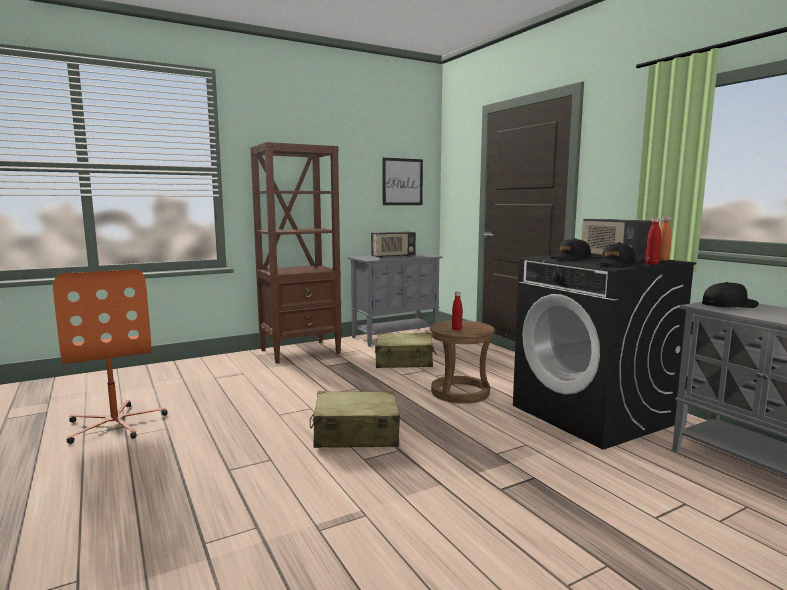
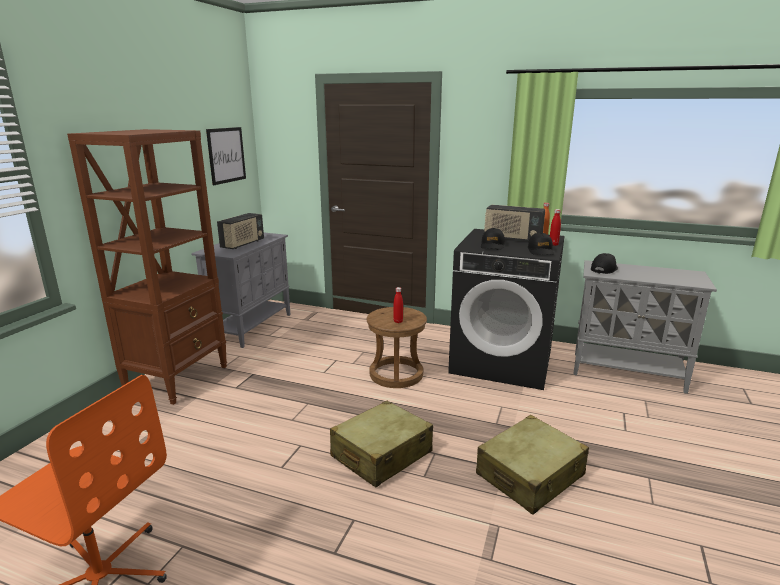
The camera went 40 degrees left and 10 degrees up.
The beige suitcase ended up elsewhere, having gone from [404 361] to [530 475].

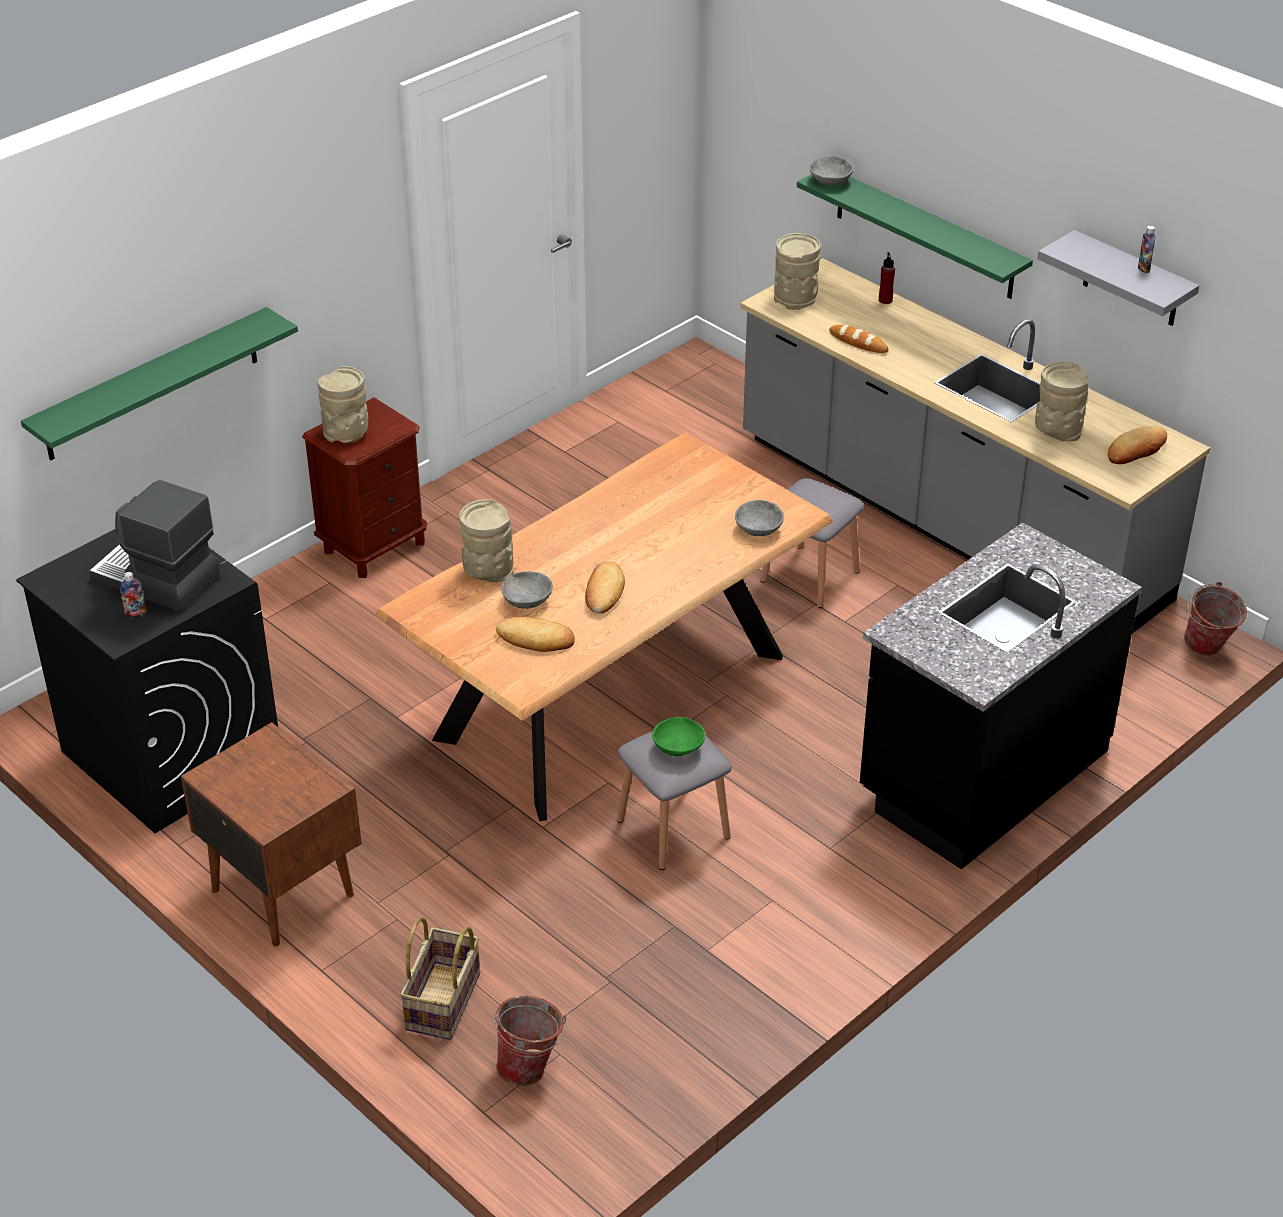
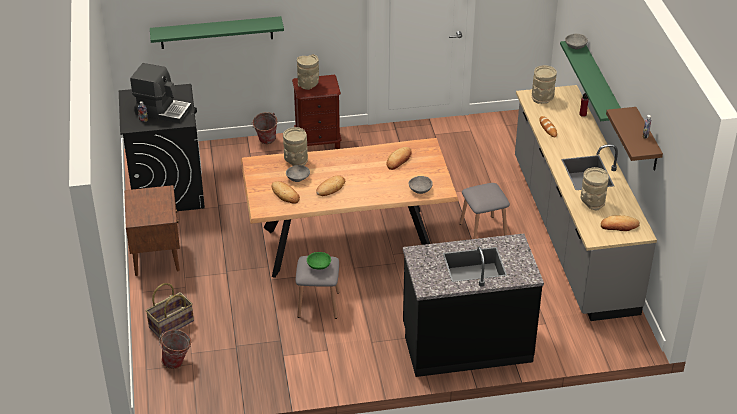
The camera went 35 degrees right and 0 degrees up.
What was the grey shelf at [1131 280] turned into the brown shelf at [647 141].
The coffee machine at [156 579] ended up facing another way, 135 degrees clockwise from before.
The bucket ended up elsewhere, having gone from [1207 650] to [265 141].
The second view gained the bread at [399 160].

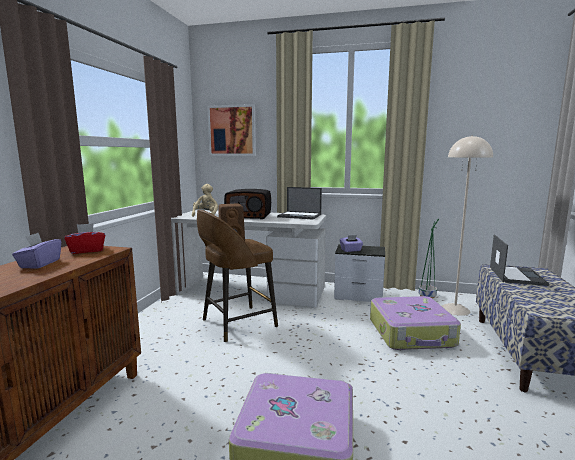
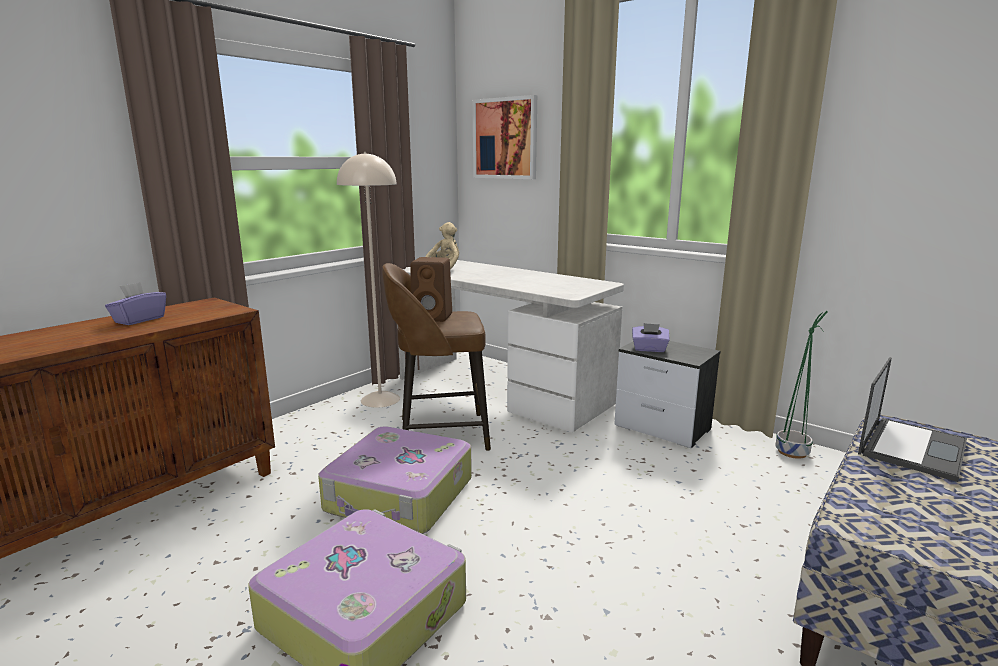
The camera went 25 degrees right and 5 degrees up.
The beige floor lamp ended up elsewhere, having gone from [454 309] to [380 399].
The second view lost the laptop at [300 216].
The second view lost the radio at [249 216].
The second view lost the red tissue box at [87 250].
The suitcase ended up elsewhere, having gone from [412 333] to [400 496].

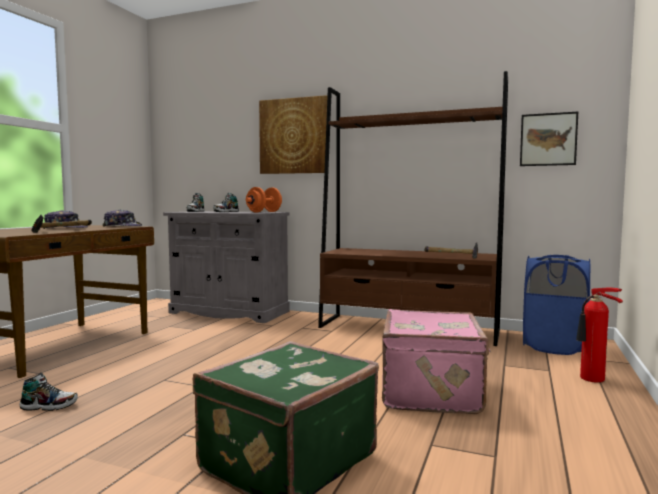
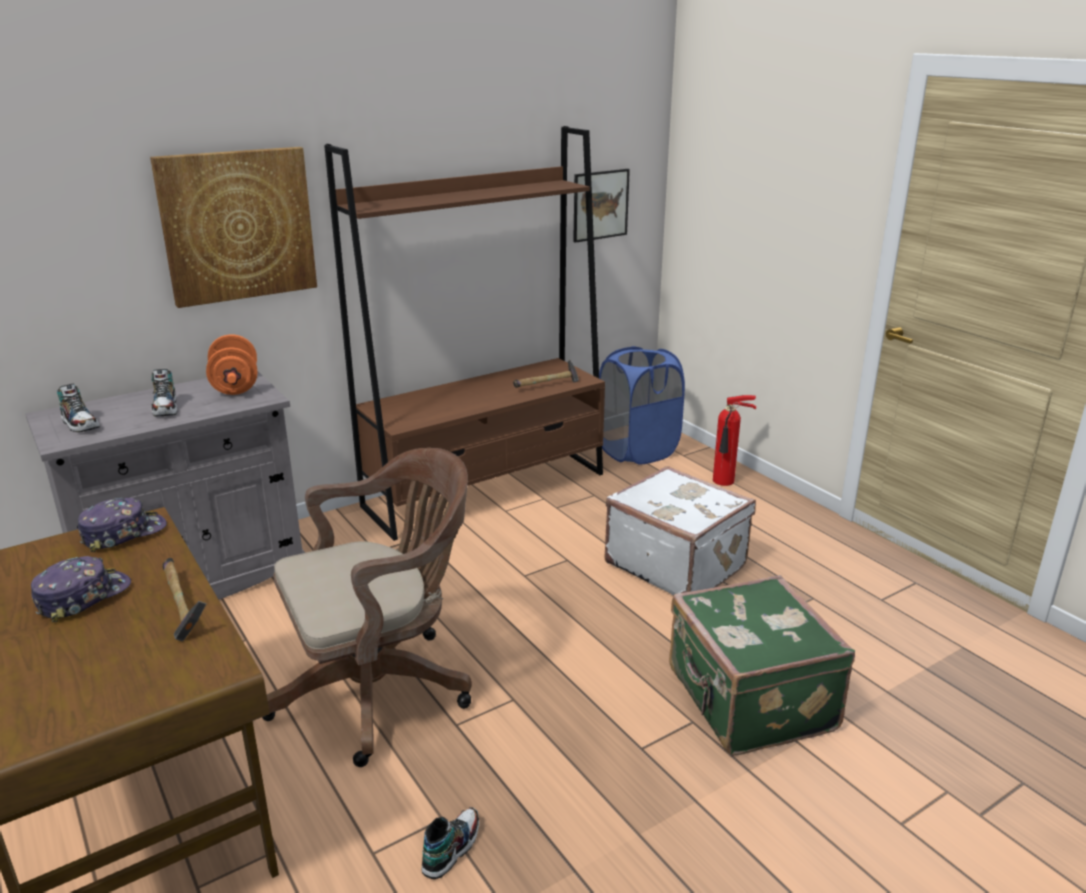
The camera went 55 degrees left and 20 degrees up.
What was the pink suitcase at [433 391] turned into the white suitcase at [676 564].
The second view gained the brown office chair at [381 688].

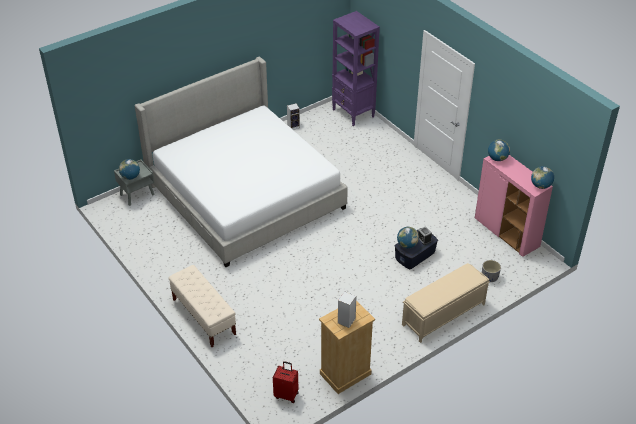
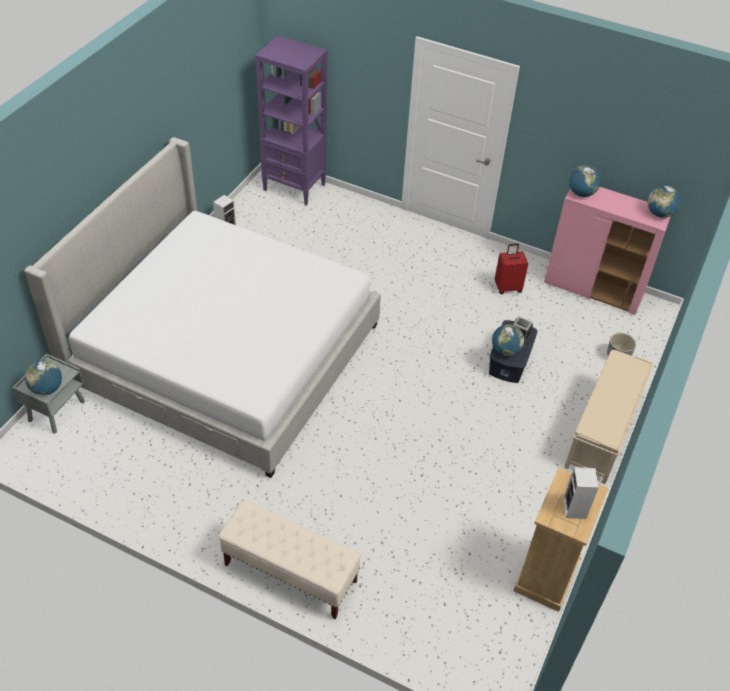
The camera went 30 degrees left and 5 degrees up.
The red suitcase ended up elsewhere, having gone from [286 395] to [507 287].

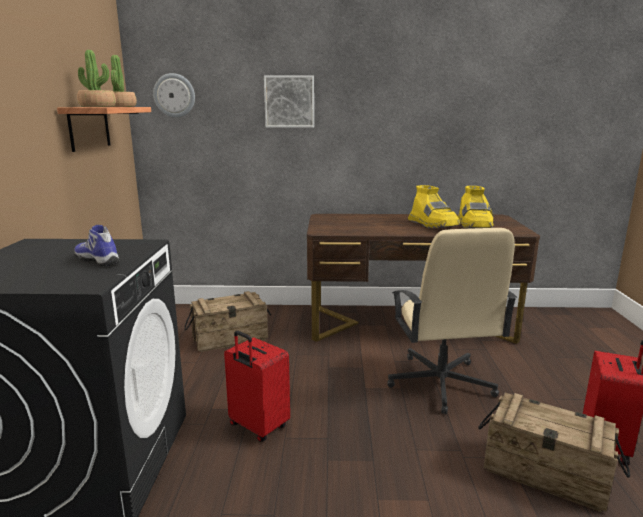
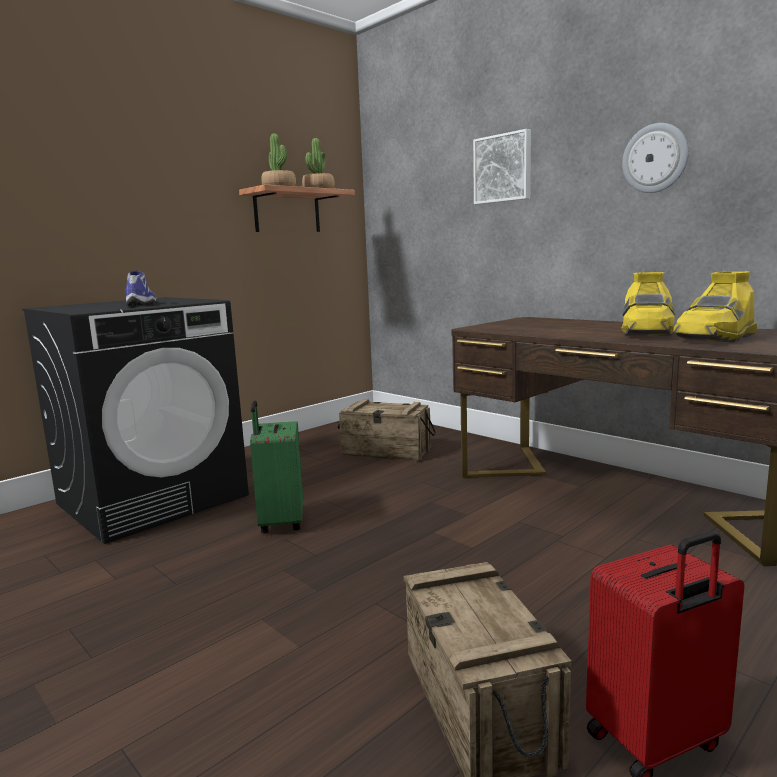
The camera went 45 degrees right and 5 degrees down.
The wall clock ended up elsewhere, having gone from [174 95] to [655 158].
The second view lost the beige office chair at [440 384].
What was the red suitcase at [257 427] turned into the green suitcase at [280 522].

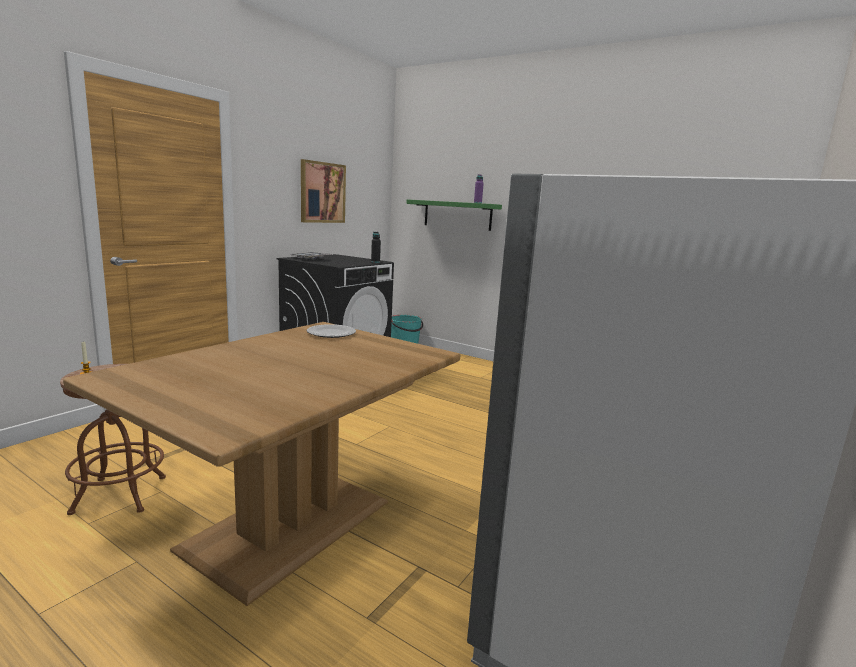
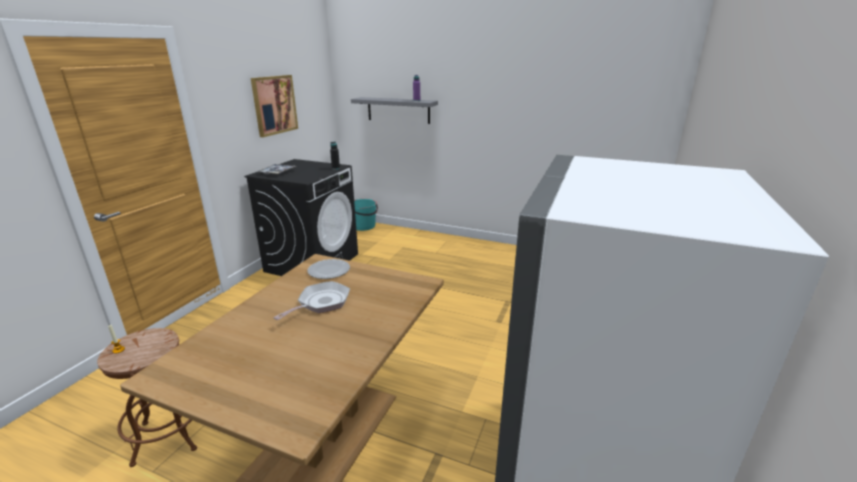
The camera went 10 degrees left and 10 degrees up.
What was the green shelf at [457 215] turned into the grey shelf at [398 110].
The second view gained the frying pan at [321 303].

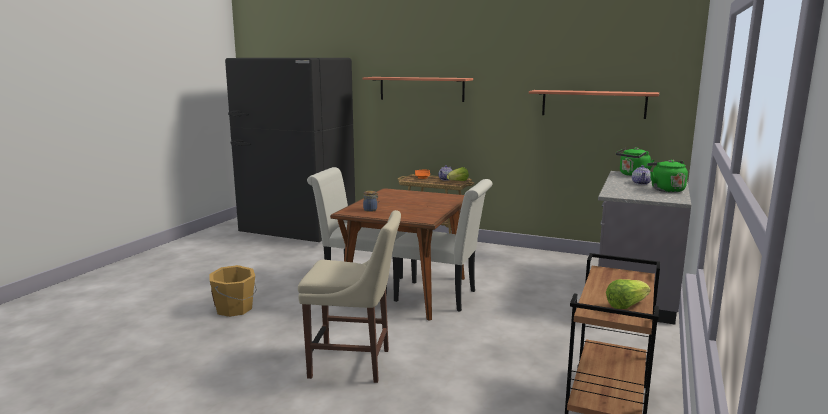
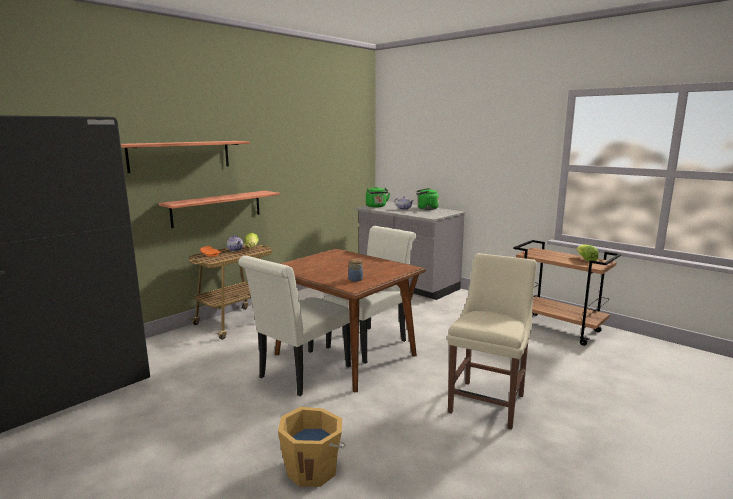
The camera went 70 degrees left and 0 degrees up.
The shelf ended up elsewhere, having gone from [593 104] to [217 208].

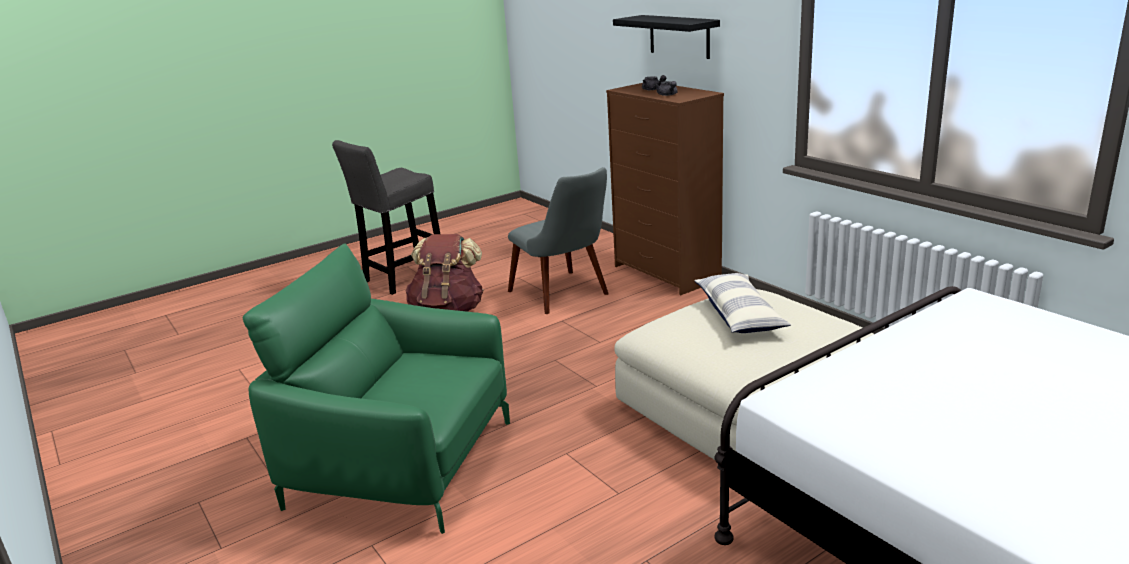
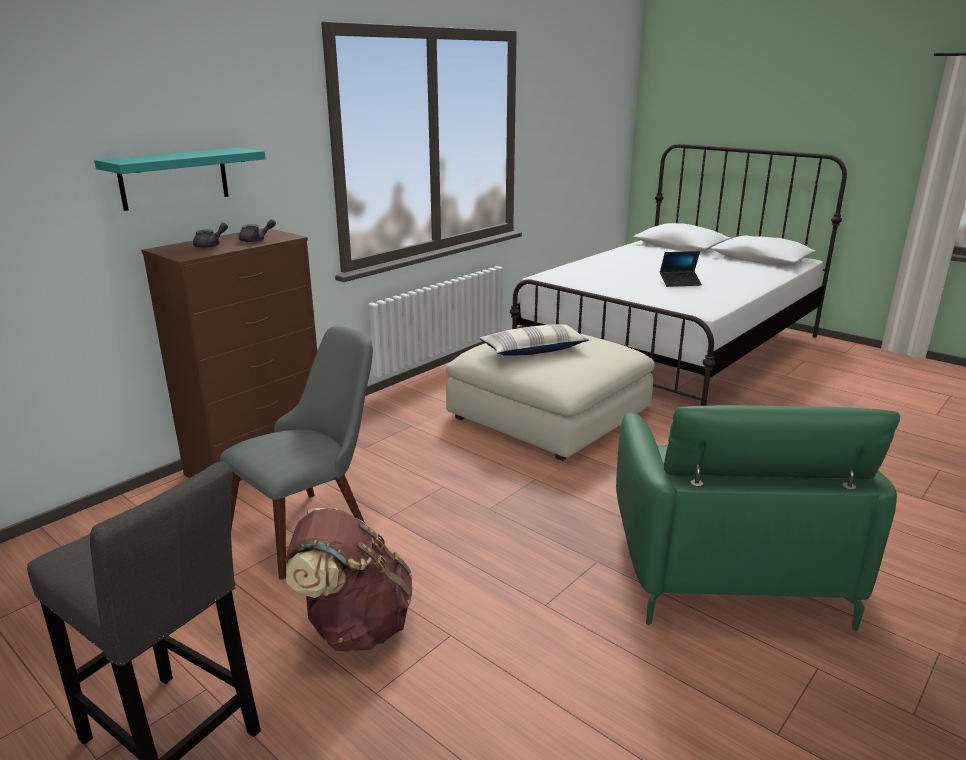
The camera went 105 degrees left and 0 degrees up.
What was the black shelf at [679 36] turned into the turquoise shelf at [174 178].
The second view gained the laptop at [680 283].

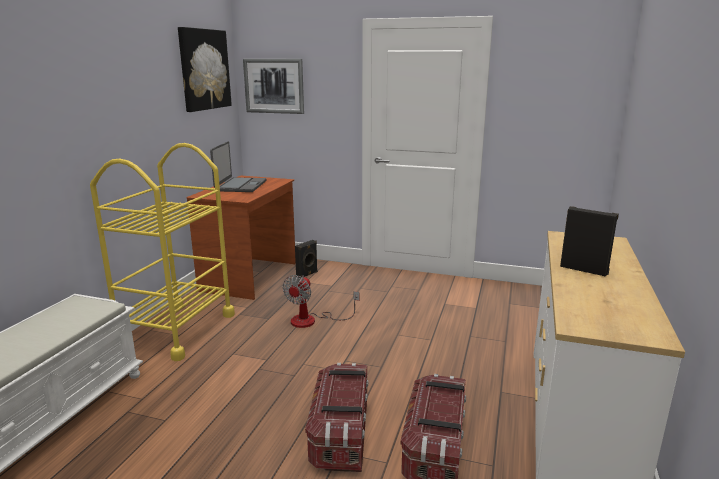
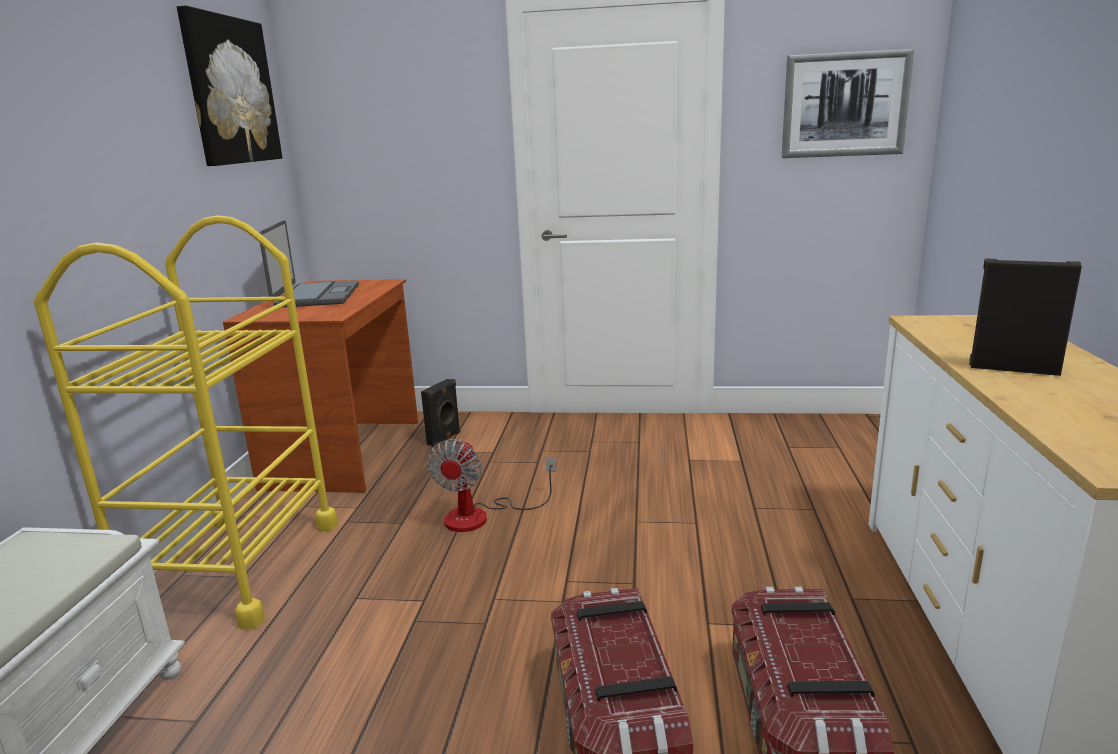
The camera went 10 degrees left and 0 degrees up.
The picture ended up elsewhere, having gone from [274 86] to [844 105].

